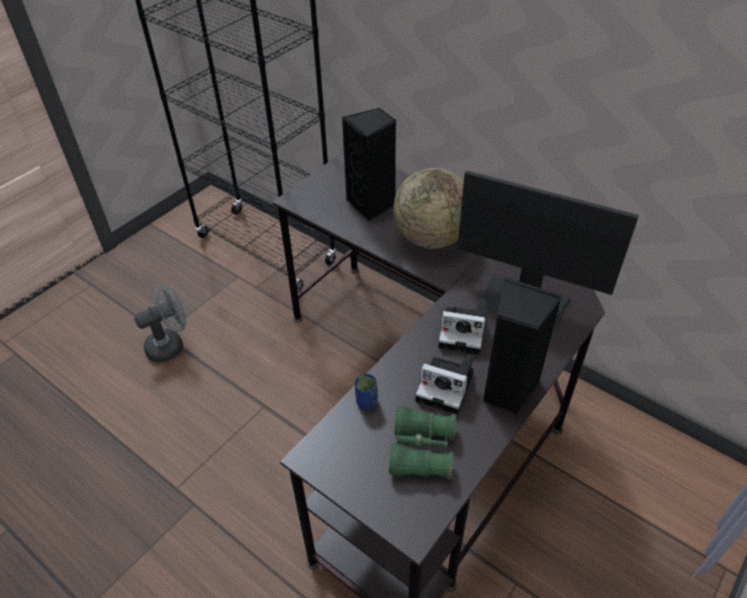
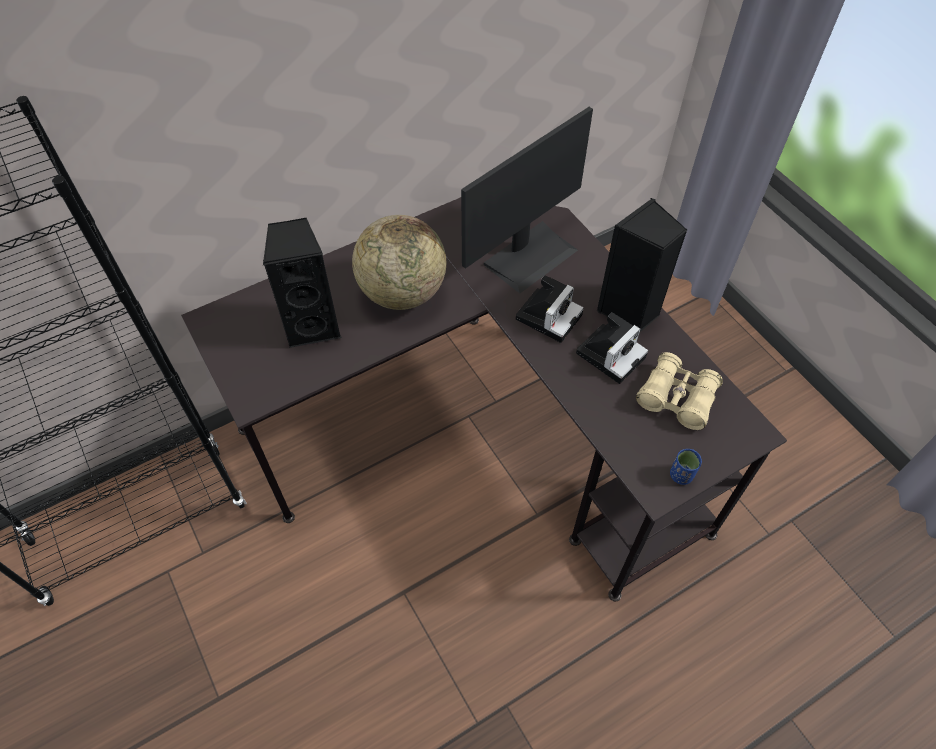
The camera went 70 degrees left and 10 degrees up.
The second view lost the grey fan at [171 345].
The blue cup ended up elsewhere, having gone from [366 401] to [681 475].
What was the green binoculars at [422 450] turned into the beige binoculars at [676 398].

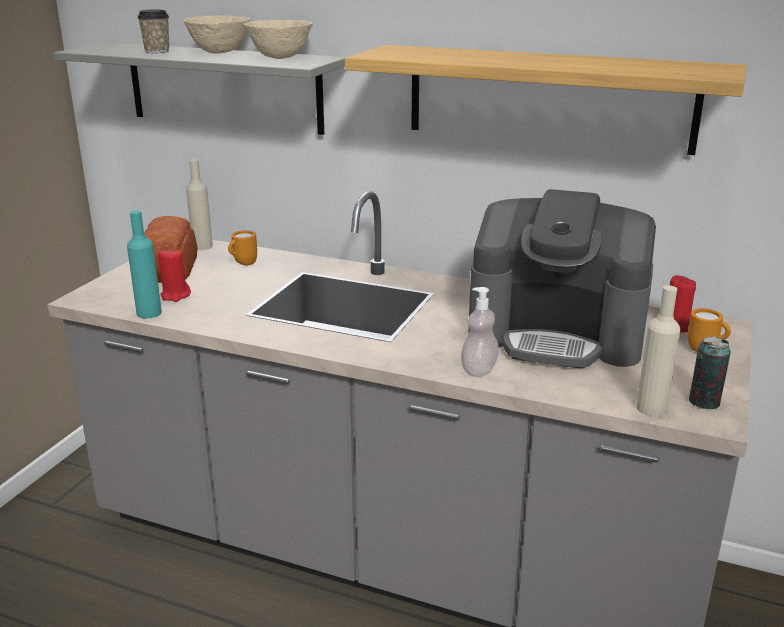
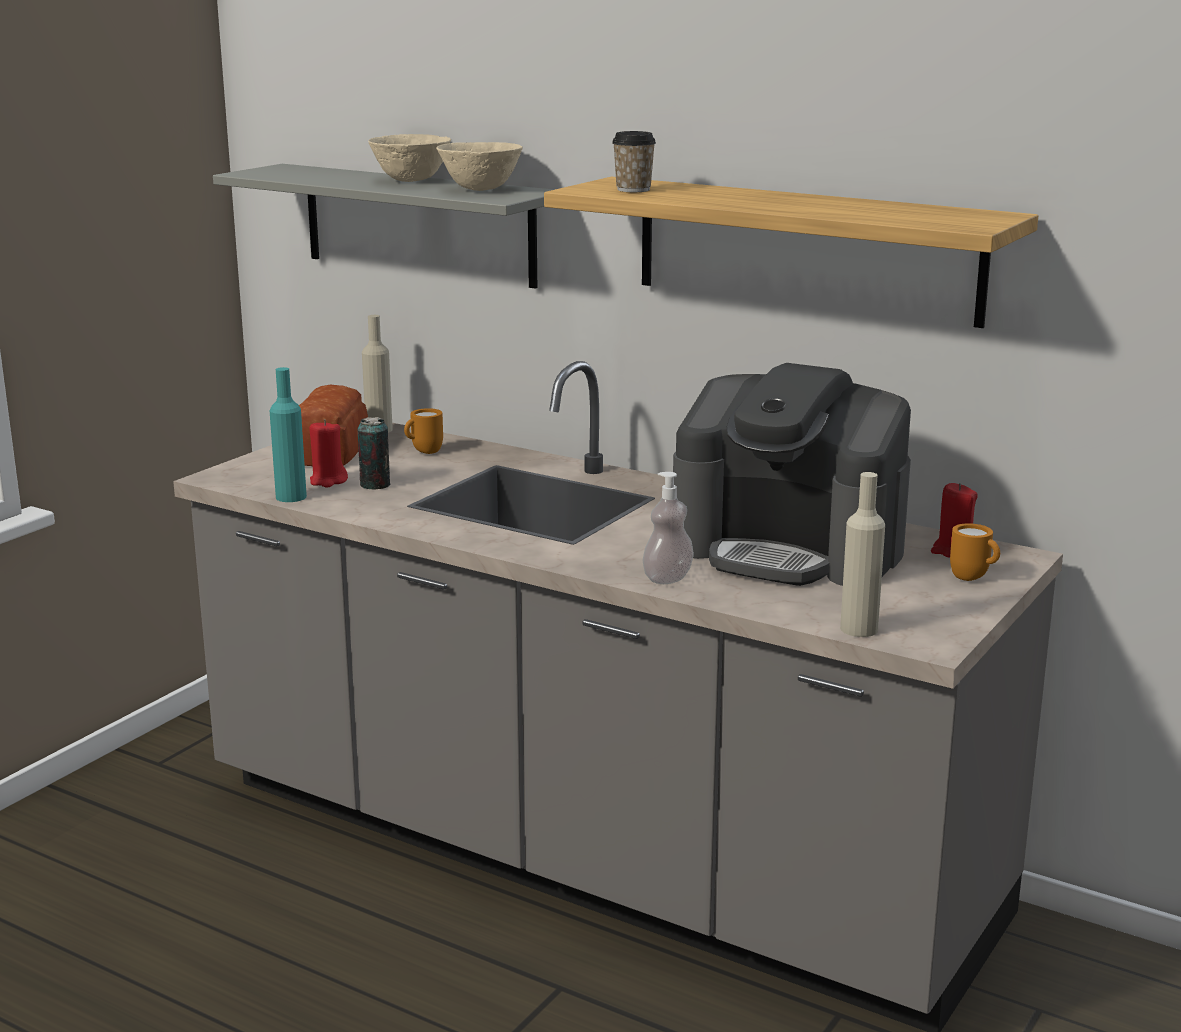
The camera went 10 degrees right and 5 degrees down.
The cup ended up elsewhere, having gone from [157 51] to [633 190].
The can ended up elsewhere, having gone from [704 402] to [375 485].

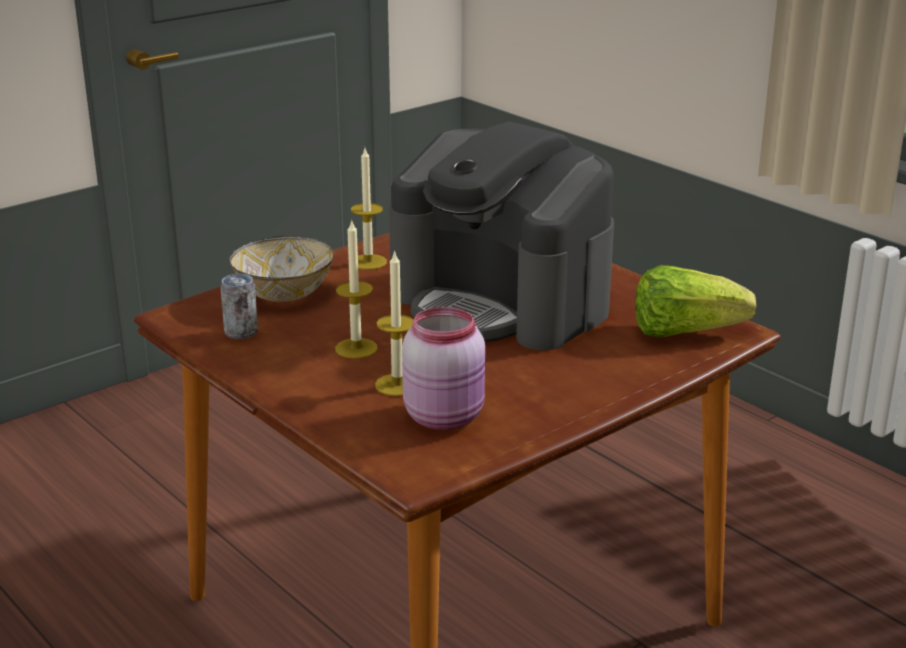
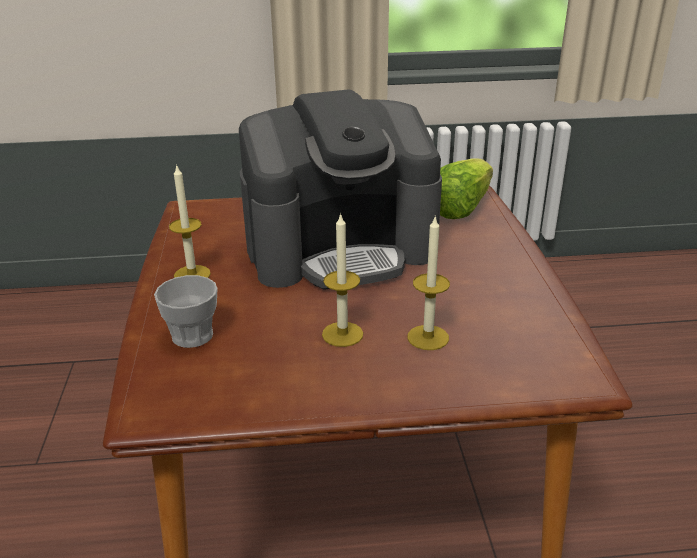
The camera went 55 degrees left and 5 degrees up.
Where the bowl stood at [283 294], the cup came to stand at [192 335].
The second view lost the can at [241 333].
The second view lost the pink jar at [446 417].

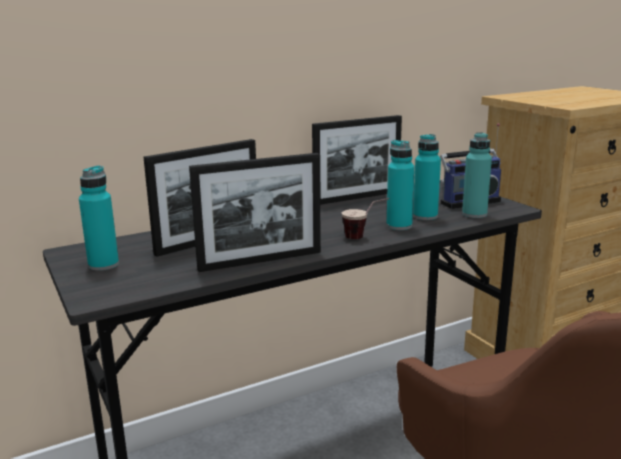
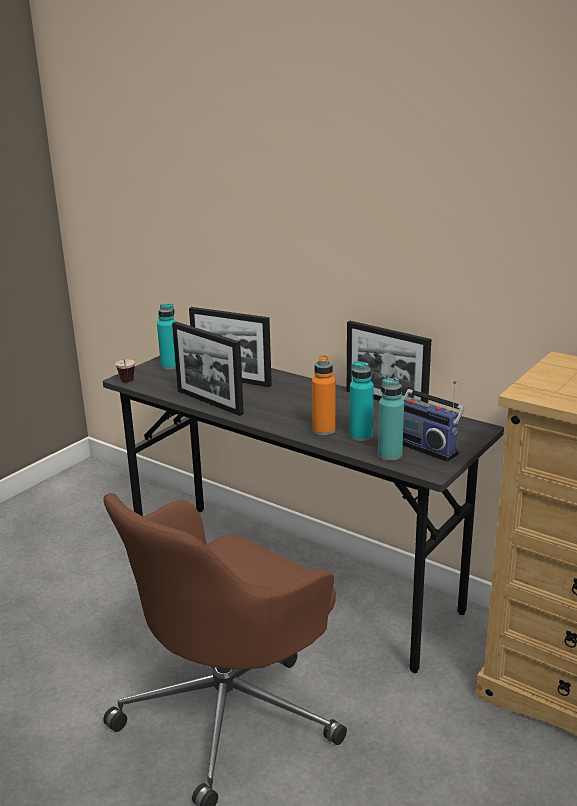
The camera went 65 degrees right and 5 degrees up.
What was the turquoise bottle at [399 226] turned into the orange bottle at [323 430].
The cup ended up elsewhere, having gone from [364 238] to [127 383].

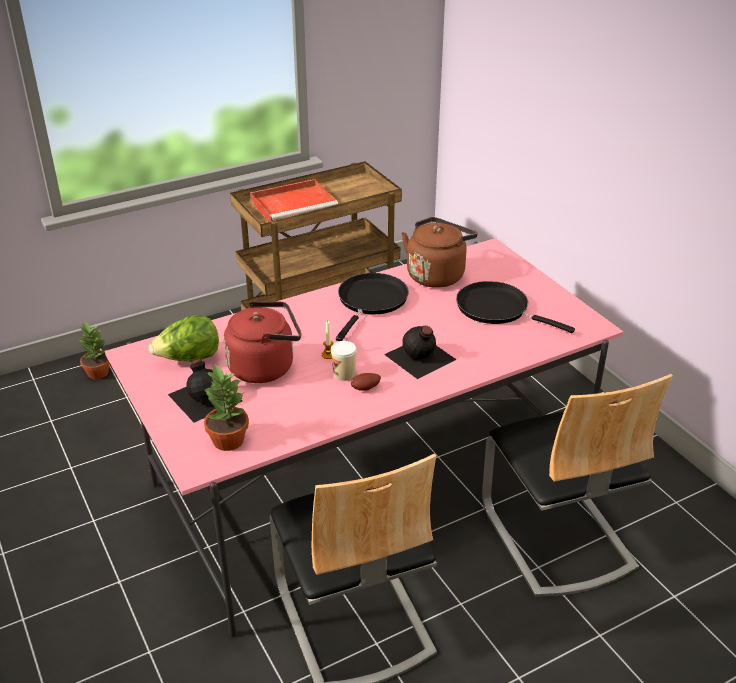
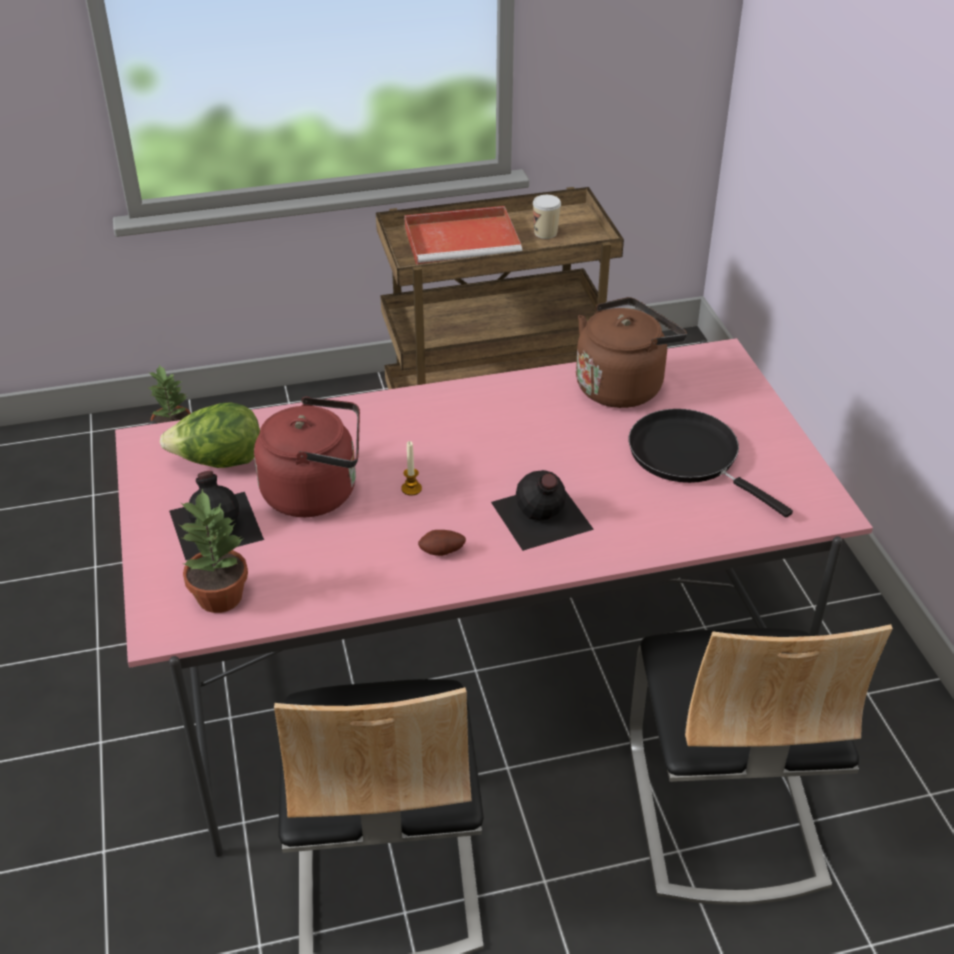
The camera went 15 degrees right and 5 degrees up.
The second view lost the black frying pan at [371 301].
The cup ended up elsewhere, having gone from [344 374] to [545 233].

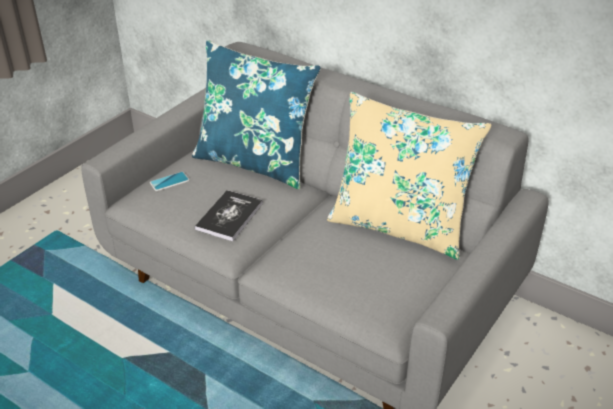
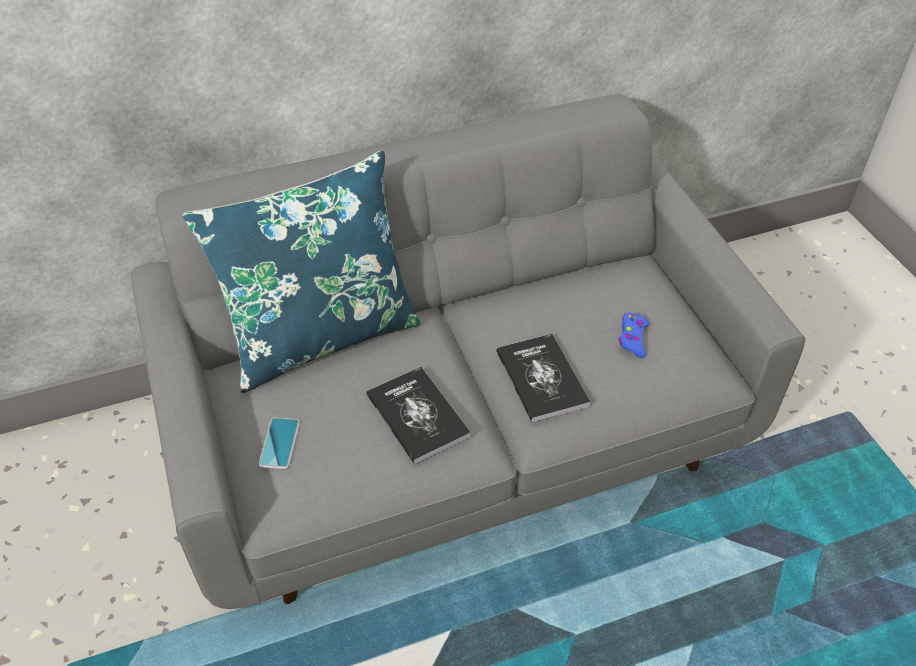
The camera went 55 degrees left and 10 degrees up.
The second view lost the beige pillow at [399 226].
The second view gained the blue game controller at [633 339].
The second view gained the book at [541 378].

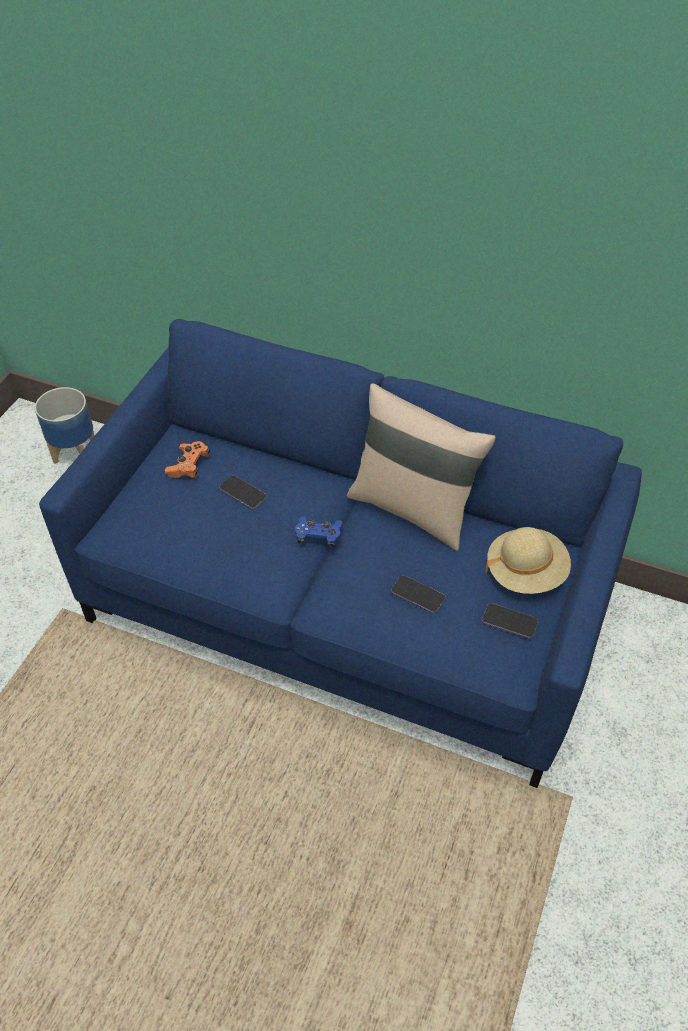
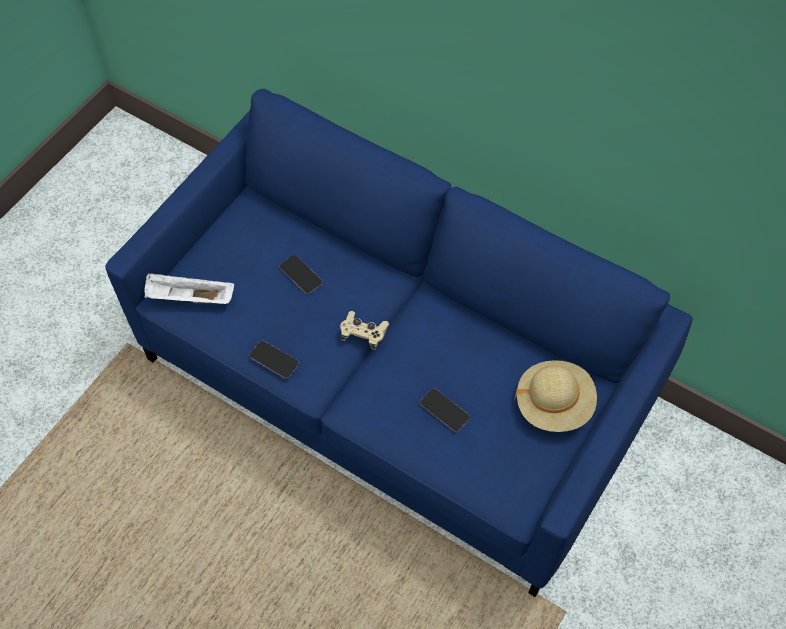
The camera went 10 degrees right and 10 degrees up.
The second view lost the beige pillow at [413 508].
The second view lost the planter at [74 451].
The second view lost the orange game controller at [189 466].
What was the blue game controller at [318 537] turned into the beige game controller at [363 334].
The phone ended up elsewhere, having gone from [509 622] to [274 360].
The second view gained the white tray at [189 298].

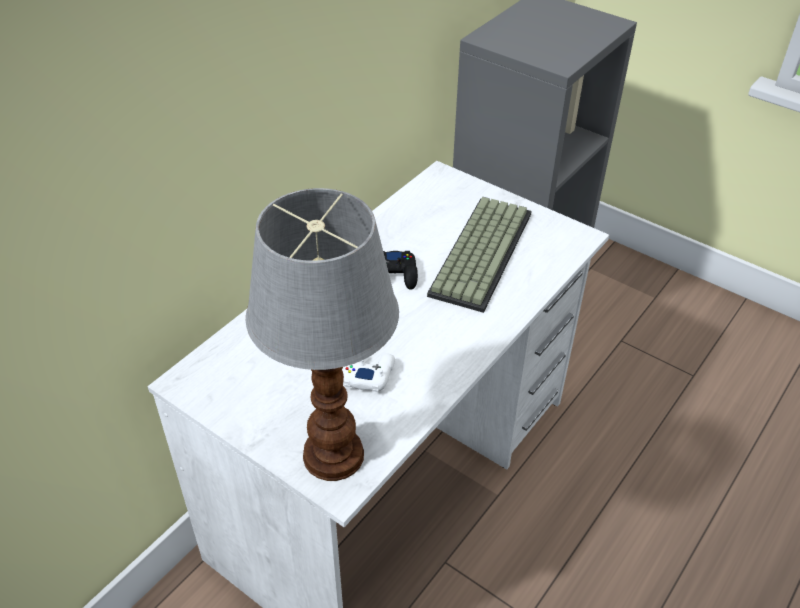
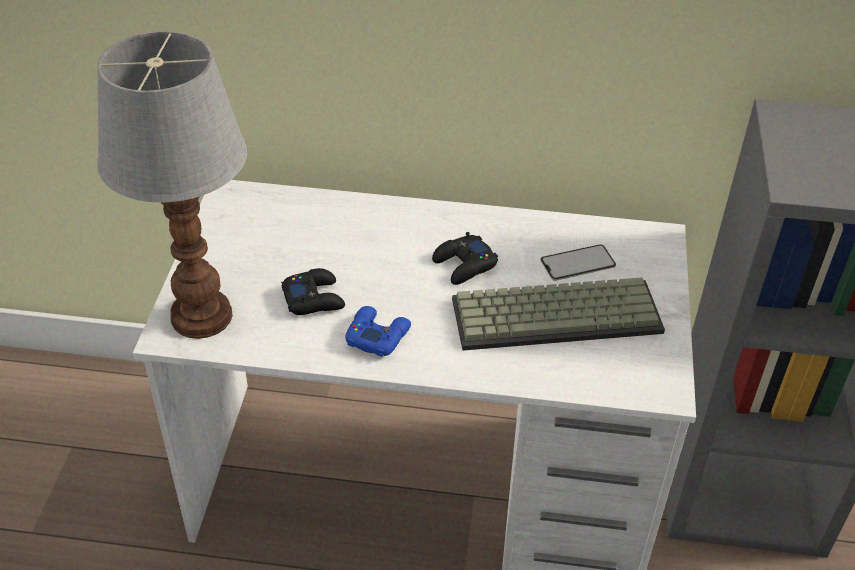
The camera went 60 degrees right and 0 degrees up.
What was the white game controller at [367 373] turned into the black game controller at [314 298].
The second view gained the phone at [577 263].
The second view gained the blue game controller at [377 335].

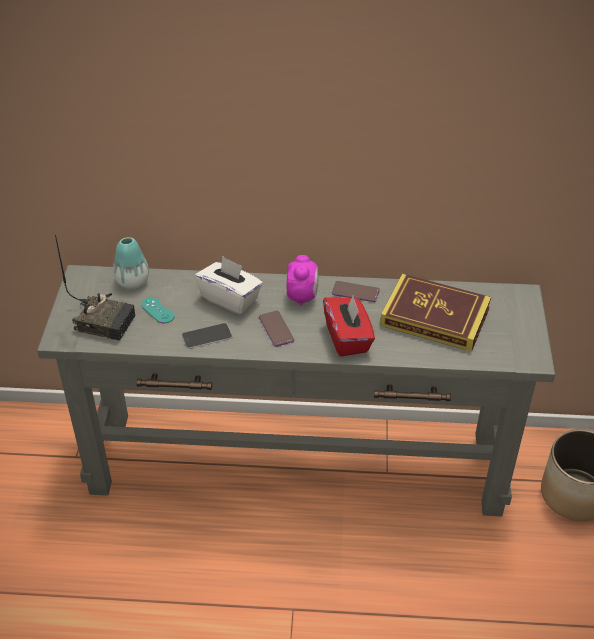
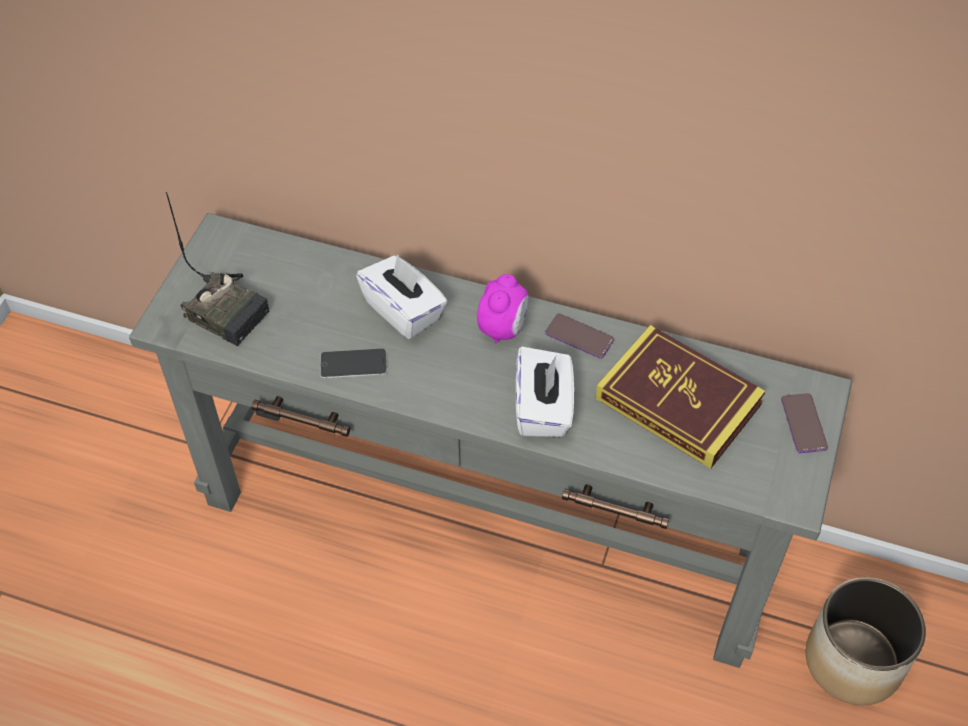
The camera went 15 degrees right and 10 degrees up.
The second view lost the vase at [132 282].
What was the red tissue box at [348 338] turned into the white tissue box at [543 409].
The second view lost the turquoise game controller at [157 310].
The phone ended up elsewhere, having gone from [276 329] to [803 424].

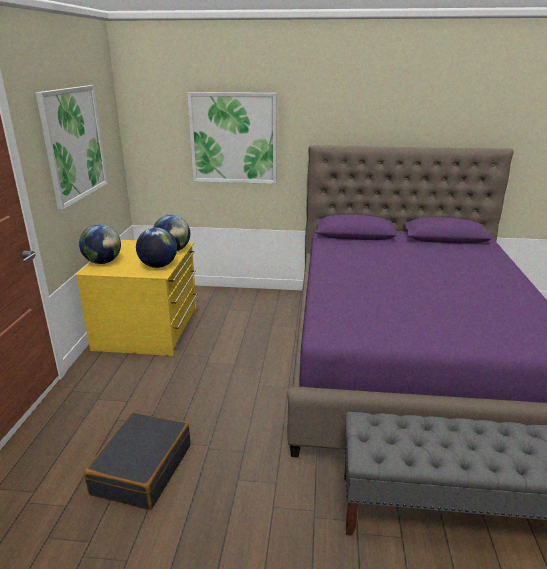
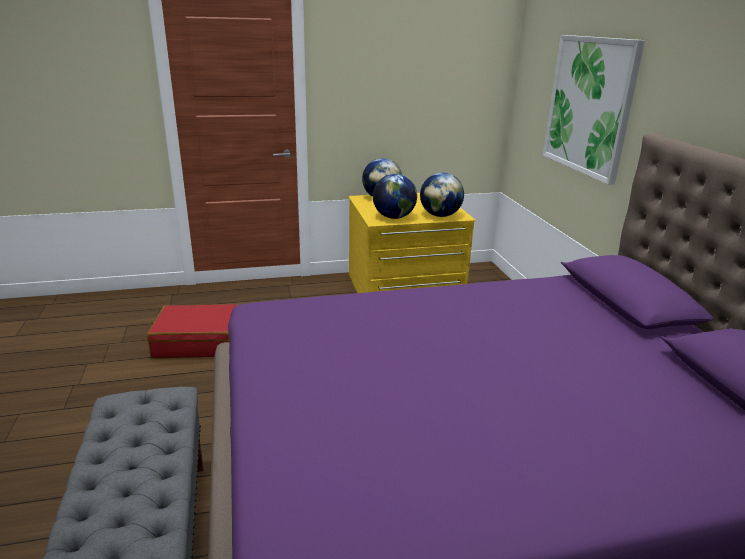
The camera went 70 degrees right and 0 degrees up.
The second view lost the picture at [74 144].
What was the black suitcase at [142 469] turned into the red suitcase at [198 342].

